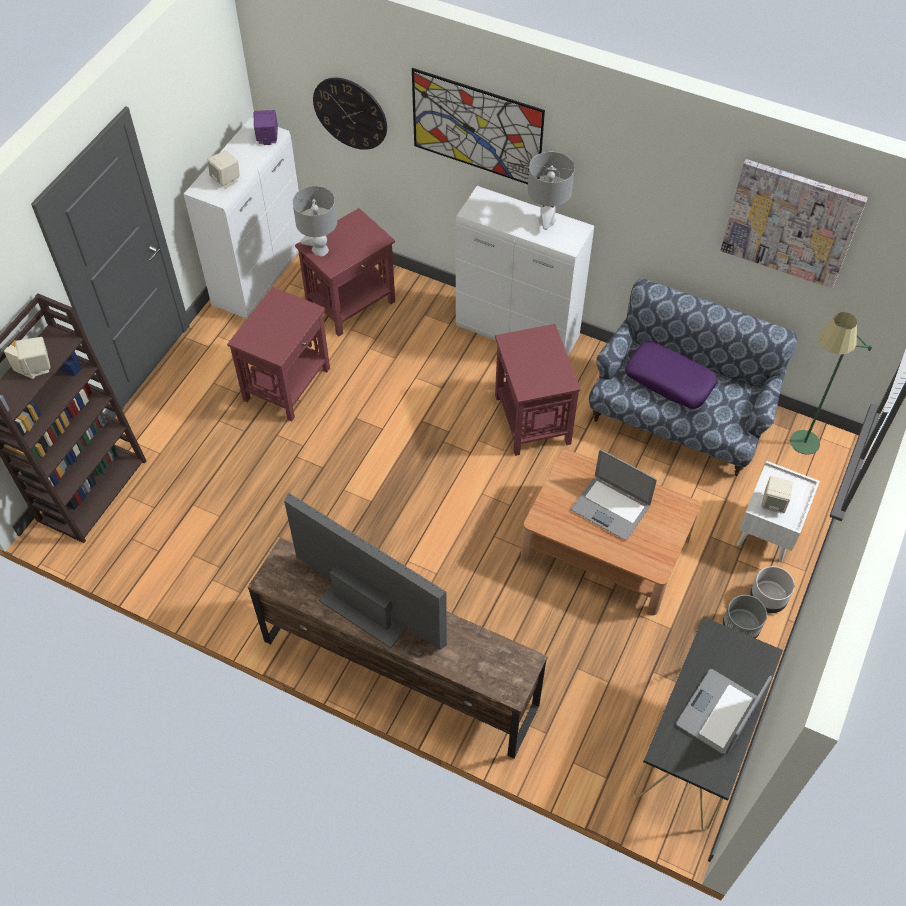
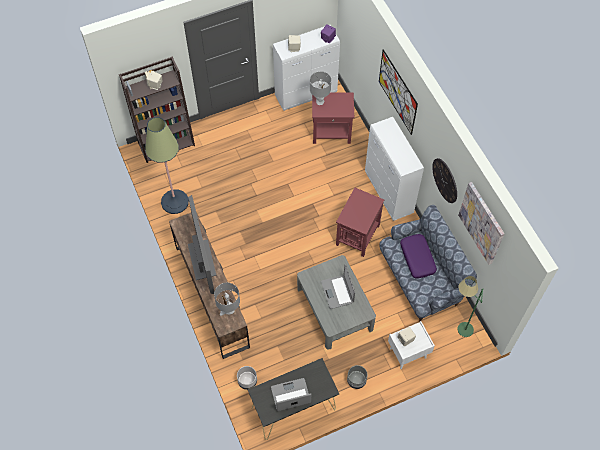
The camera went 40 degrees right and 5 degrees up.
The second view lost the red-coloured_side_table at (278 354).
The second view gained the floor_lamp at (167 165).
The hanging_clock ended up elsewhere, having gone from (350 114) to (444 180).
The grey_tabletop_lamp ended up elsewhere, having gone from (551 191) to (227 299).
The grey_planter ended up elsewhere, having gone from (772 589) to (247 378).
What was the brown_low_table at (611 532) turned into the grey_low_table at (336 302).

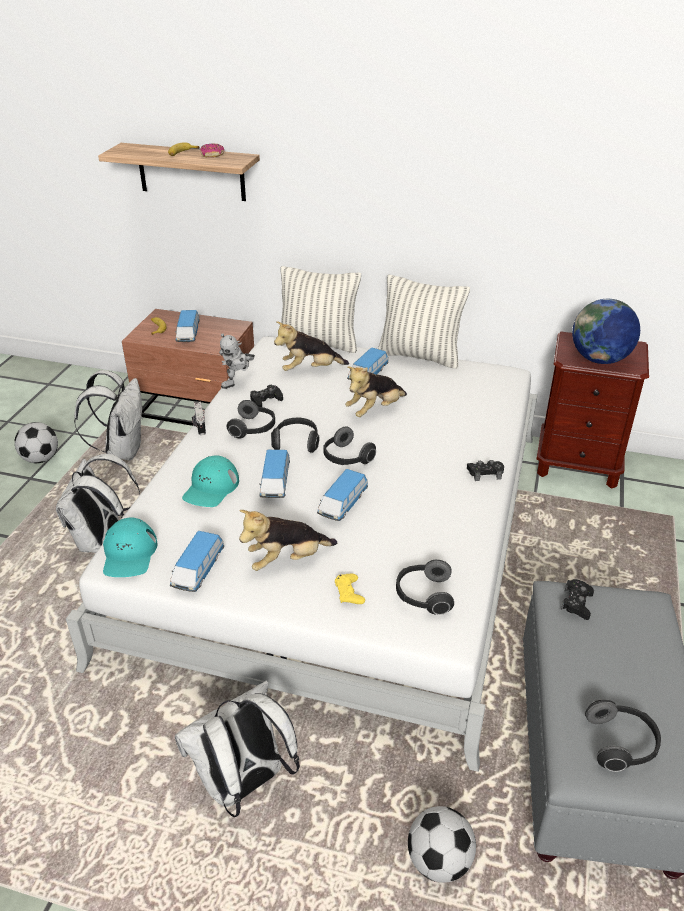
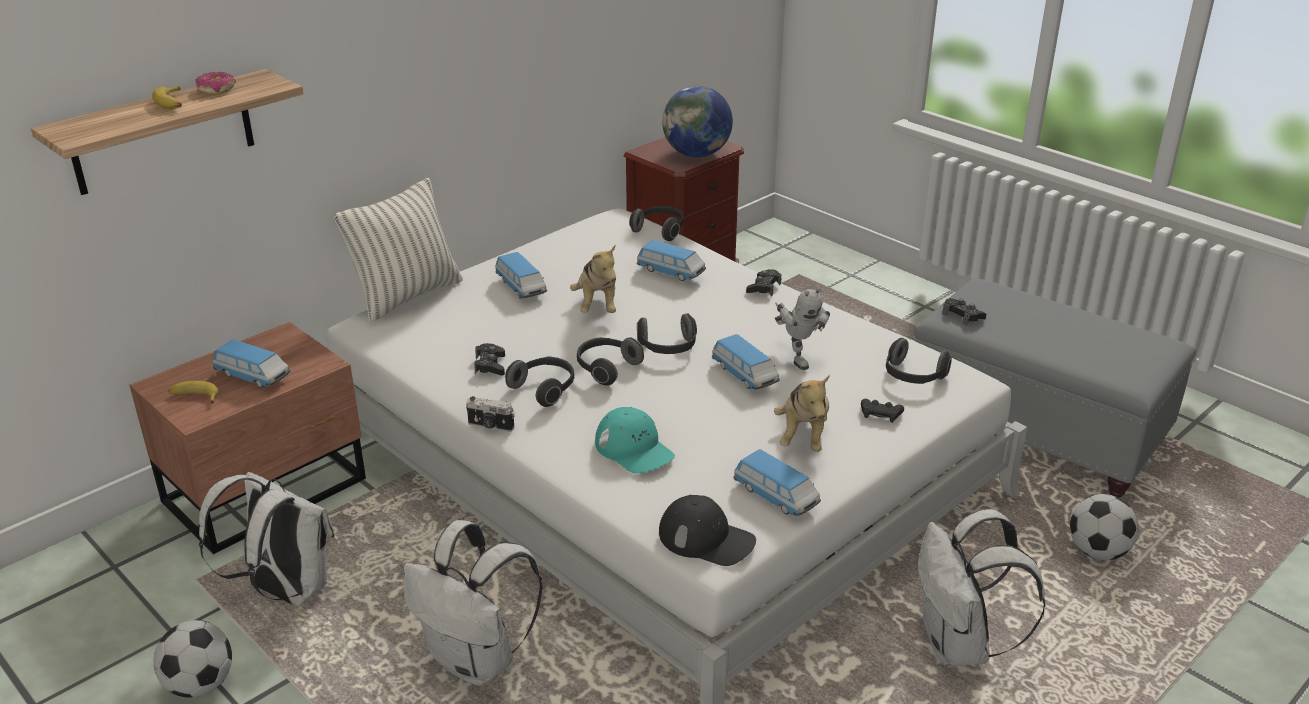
The camera went 60 degrees left and 5 degrees down.
The second view lost the cuddly_toy at (311 346).
The second view lost the cushion at (424 322).
The robot_figure ended up elsewhere, having gone from (237 361) to (802 328).
The miniature_car ended up elsewhere, having gone from (274 474) to (671 260).
The pair_of_headphones ended up elsewhere, having gone from (623 735) to (656 223).
What was the turquoise-coloured_peaked_cap at (130 547) turned into the blackish_peaked_cap at (707 530).
What was the yellow_joypad at (350 589) turned into the blackish_joypad at (882 411).

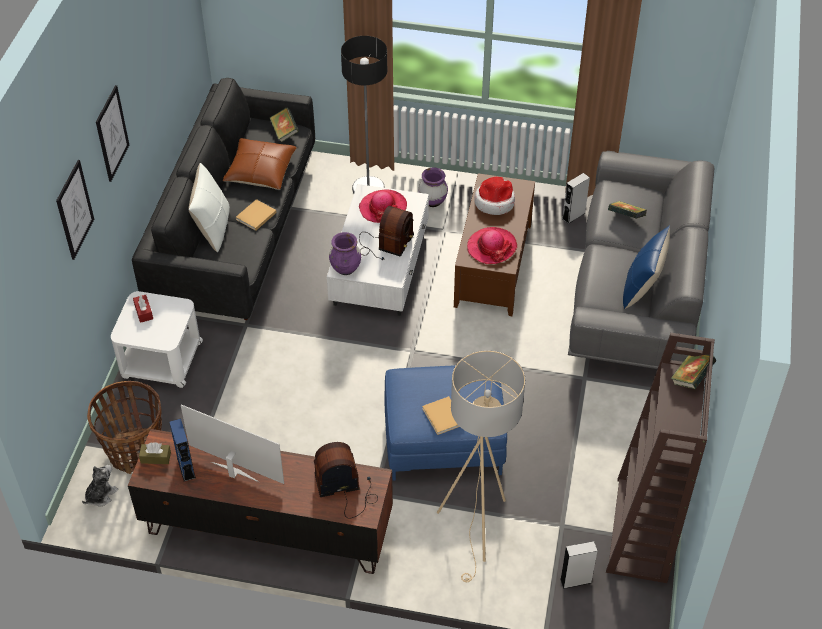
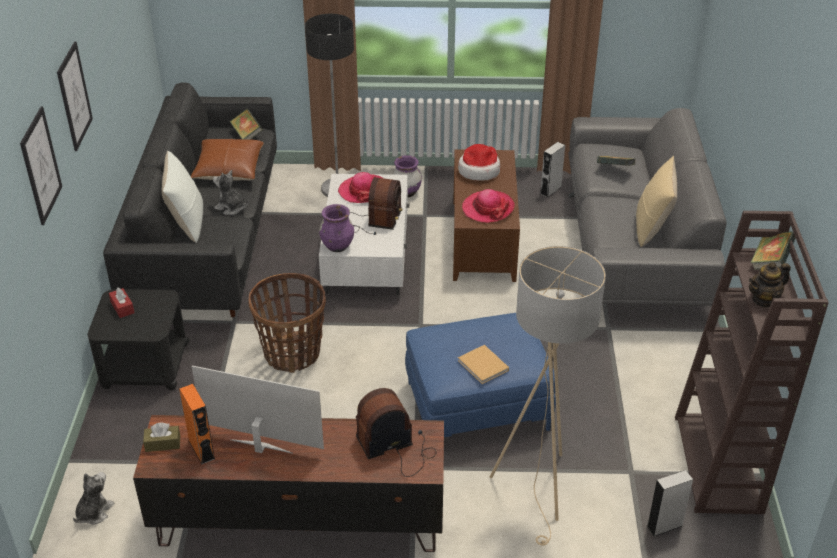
The camera went 10 degrees left and 10 degrees down.
The second view gained the tea_pot at (770 285).
The household_basket ended up elsewhere, having gone from (124 427) to (287 323).
Where the beige_book stood at (256 215), the cuddly_toy came to stand at (231 192).
What was the whitish_side_table at (157 339) turned into the blackish_side_table at (138 339).
What was the blue-coloured_audio_speaker at (182 449) turned into the orange-coloured_audio_speaker at (197 424).
What was the blue-coloured_cushion at (646 267) turned into the beige_cushion at (656 201).

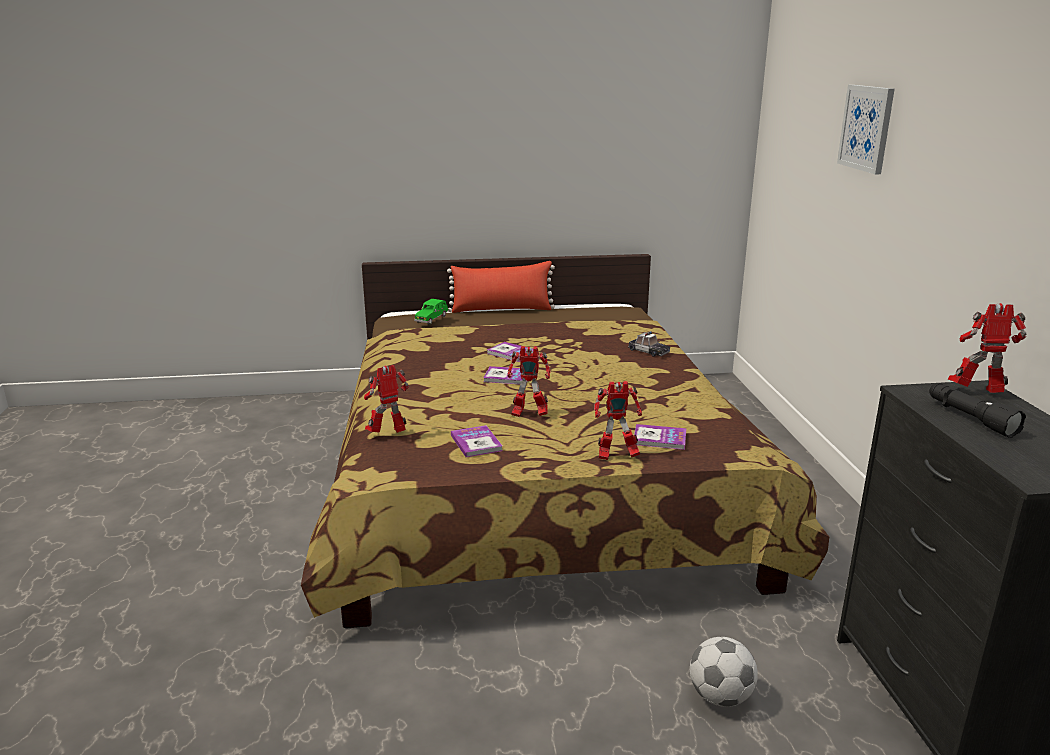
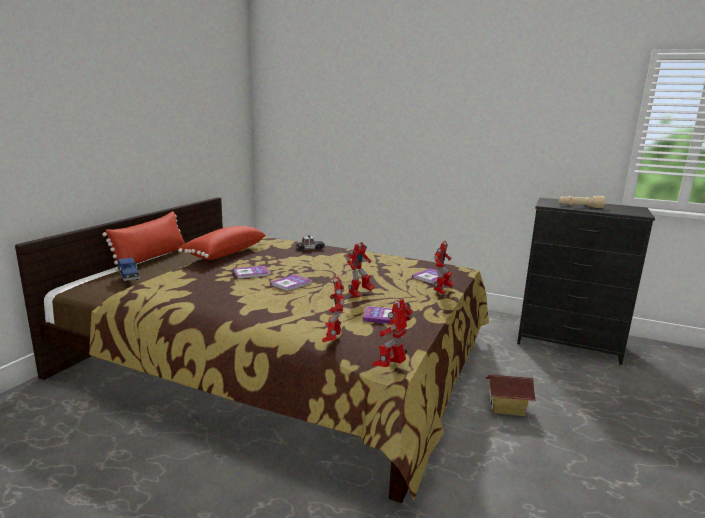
The camera went 60 degrees left and 5 degrees down.
The second view lost the ball_for_football at (724 672).
The second view lost the picture at (866 129).
The second view gained the red-coloured_cushion at (222 243).
The second view gained the miniature_house at (510 395).
The robot_figure ended up elsewhere, having gone from (987 348) to (392 333).
What was the green_miniature_car at (431 311) turned into the blue-coloured_miniature_car at (129 269).
What was the blackish_flashlight at (977 410) turned into the beige_flashlight at (582 202).

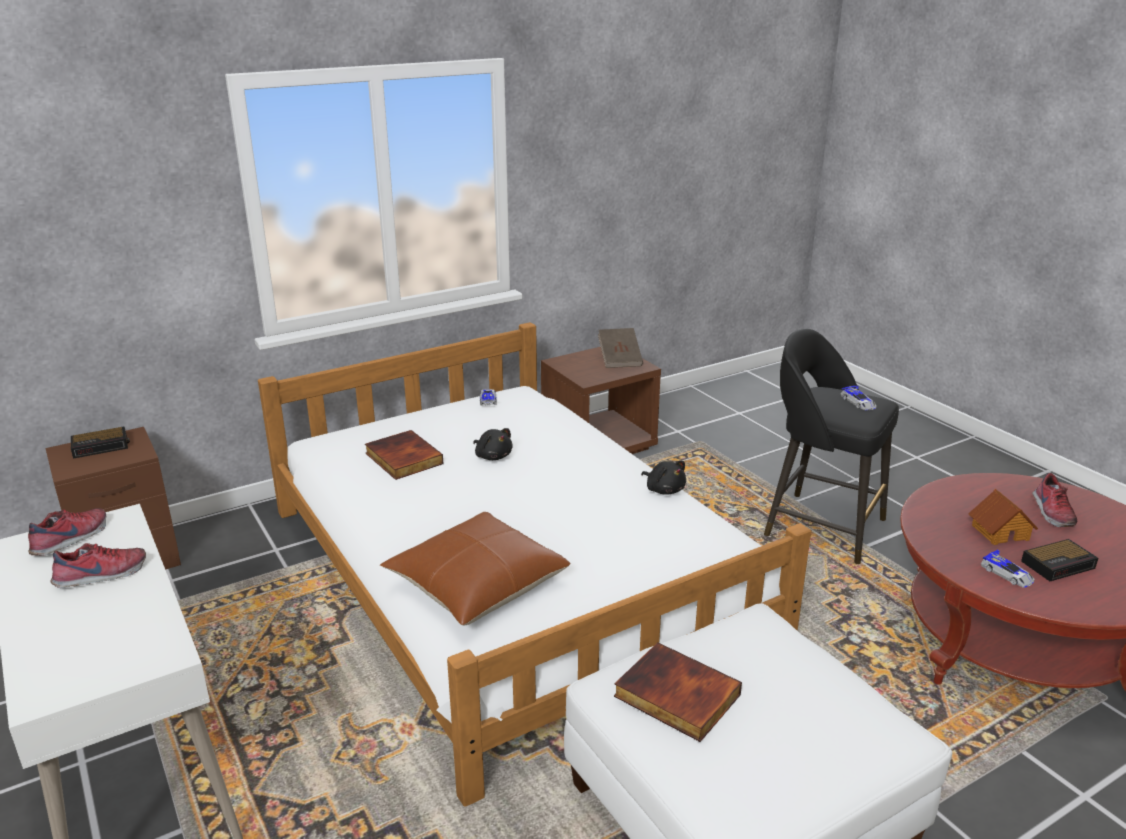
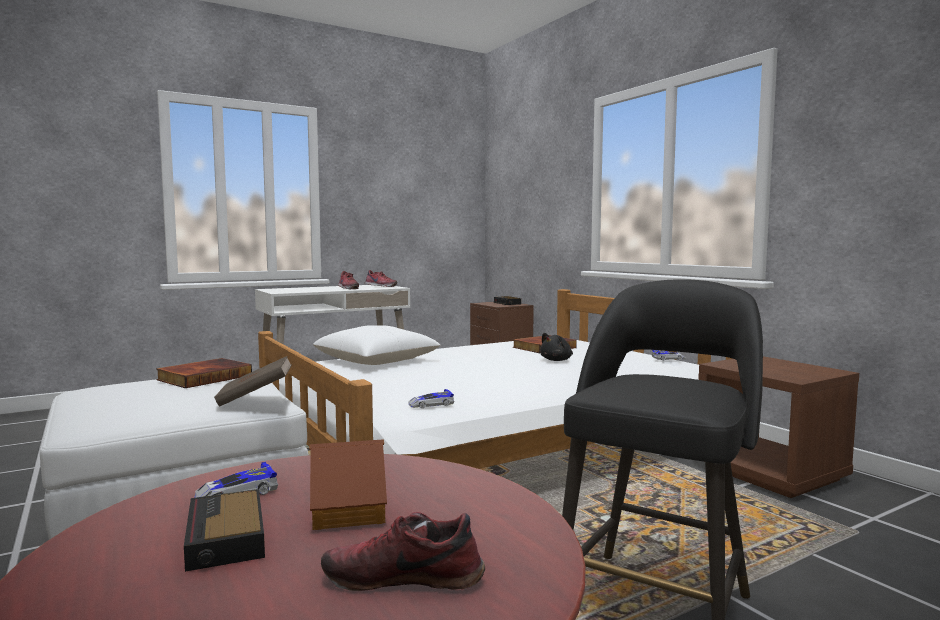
The camera went 90 degrees right and 20 degrees down.
The second view lost the blackish_cuddly_toy at (663 478).
The brown_book ended up elsewhere, having gone from (620 348) to (253 381).
The miniature_car ended up elsewhere, having gone from (859 398) to (431 398).
What was the brown_cushion at (475 568) turned into the whitish_cushion at (376 345).

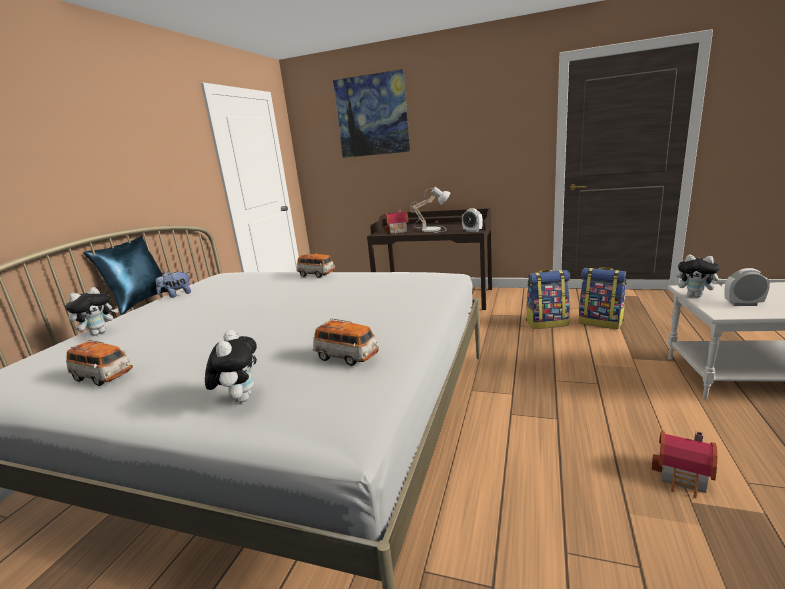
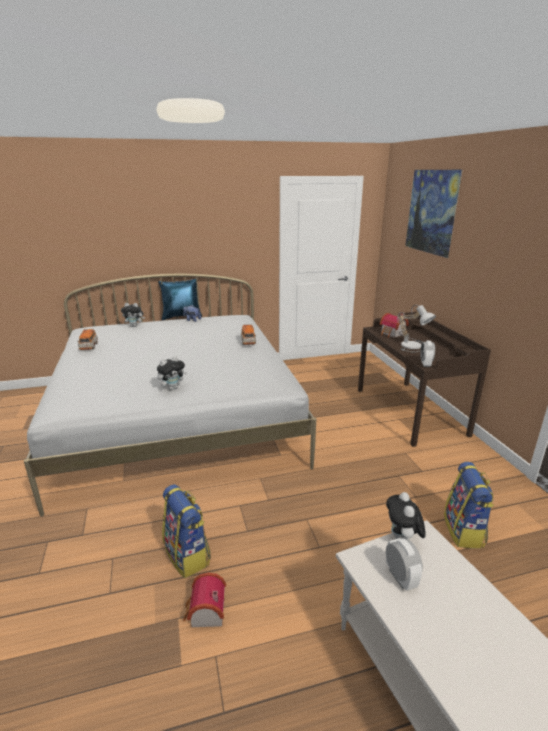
The camera went 55 degrees right and 5 degrees up.
The second view lost the miniature_car at (346 342).
The cuddly_toy ended up elsewhere, having gone from (231 366) to (172 373).
The rucksack ended up elsewhere, having gone from (548 299) to (186 531).

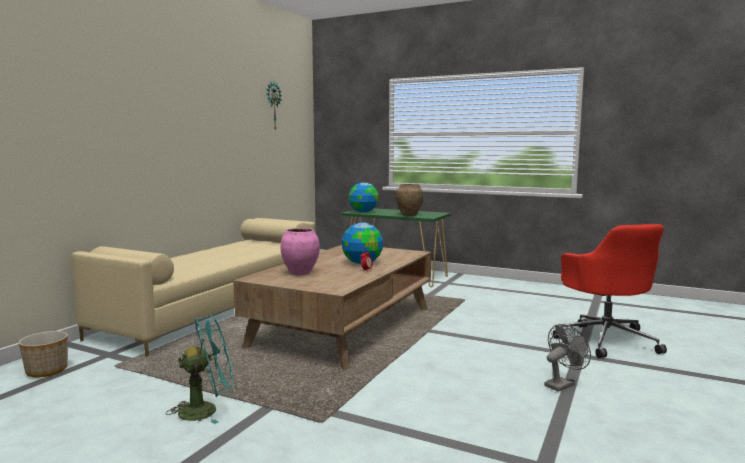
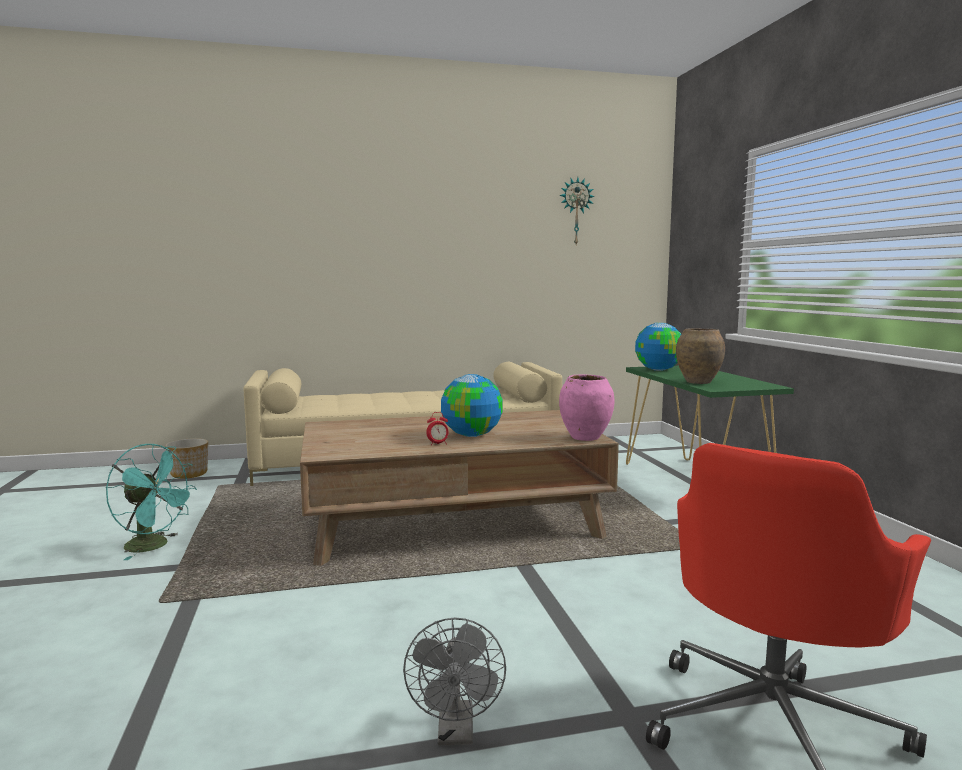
The camera went 50 degrees right and 0 degrees up.
The pinkish_vase ended up elsewhere, having gone from (300 251) to (587 408).
The grey_electric_fan at (567 358) ended up facing another way, 75 degrees clockwise from before.

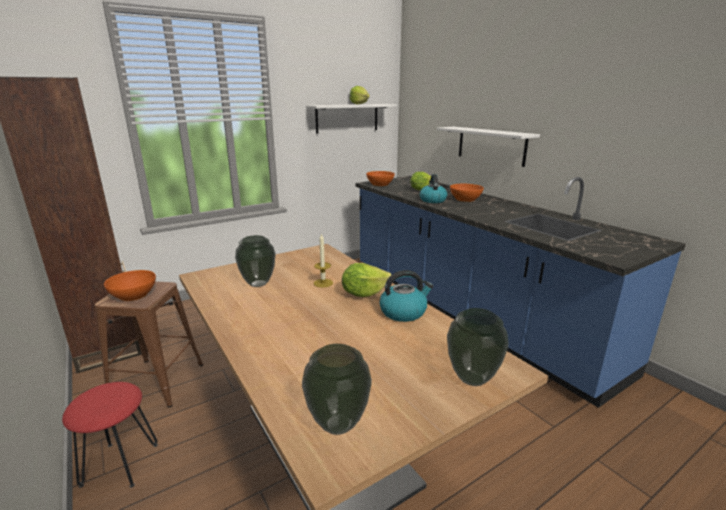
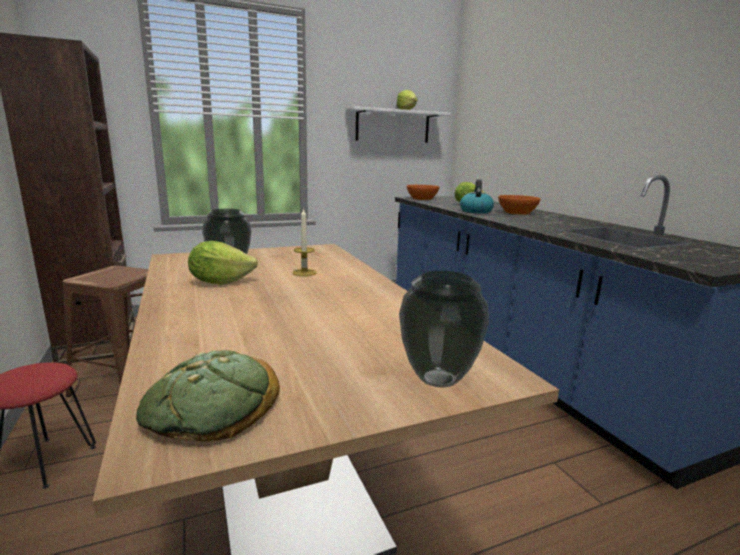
The camera went 10 degrees right and 5 degrees down.
The second view lost the orange-coloured_bowl at (130 285).
The second view lost the water_kettle at (406 296).
The second view lost the whitish_wall_shelf at (488 147).
The lettuce ended up elsewhere, having gone from (366 280) to (223 263).
Where the vase stood at (337 389), the bread came to stand at (208 396).

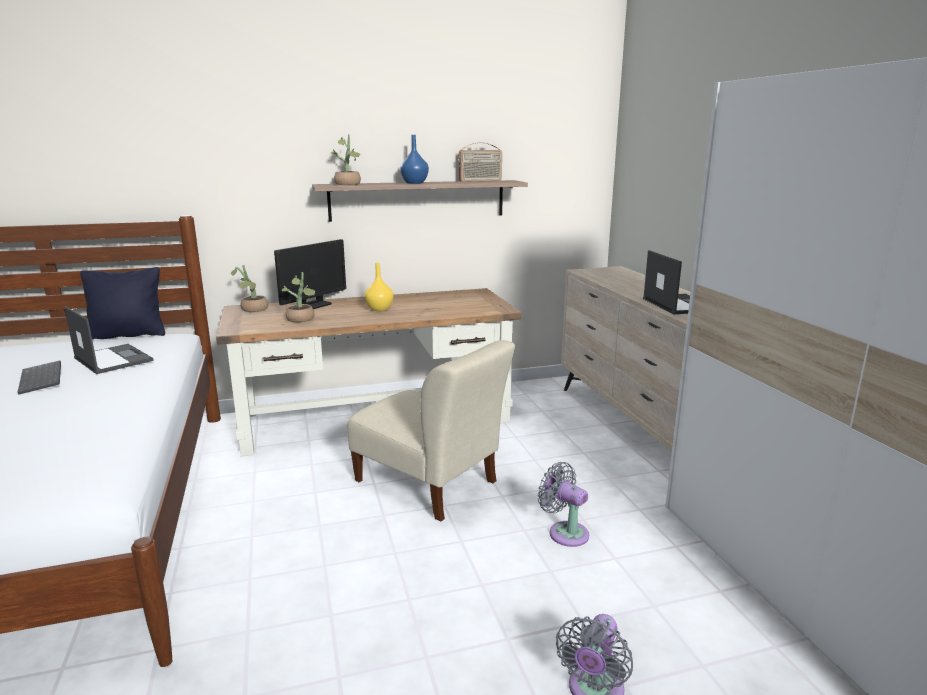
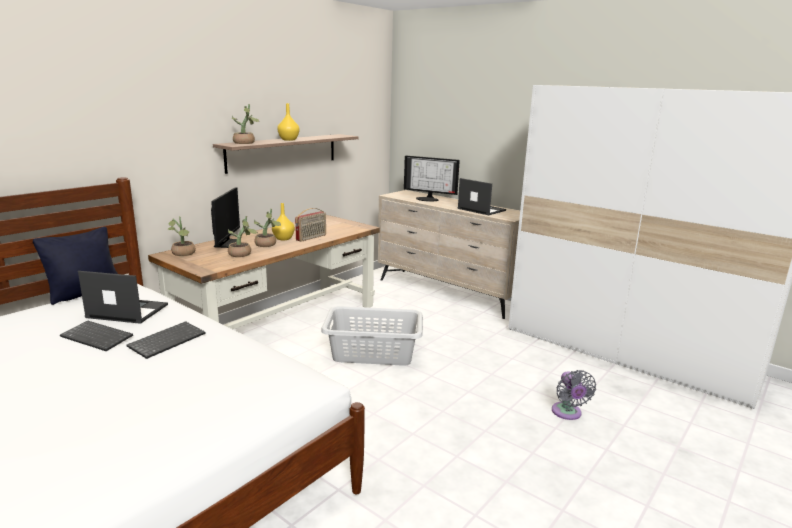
The camera went 35 degrees left and 0 degrees up.
The second view lost the grey_electric_fan at (563 504).
The second view gained the computer_keyboard at (166 340).
The second view gained the plant_in_a_pot at (268 228).
The second view gained the computer_display at (432 179).
The radio ended up elsewhere, having gone from (480 162) to (310 225).
Where the beige_upright_chair stood at (431 430), the grey_washing_basket came to stand at (372 336).
What was the blue-coloured_vase at (414 159) turned into the yellow_vase at (288 122).

